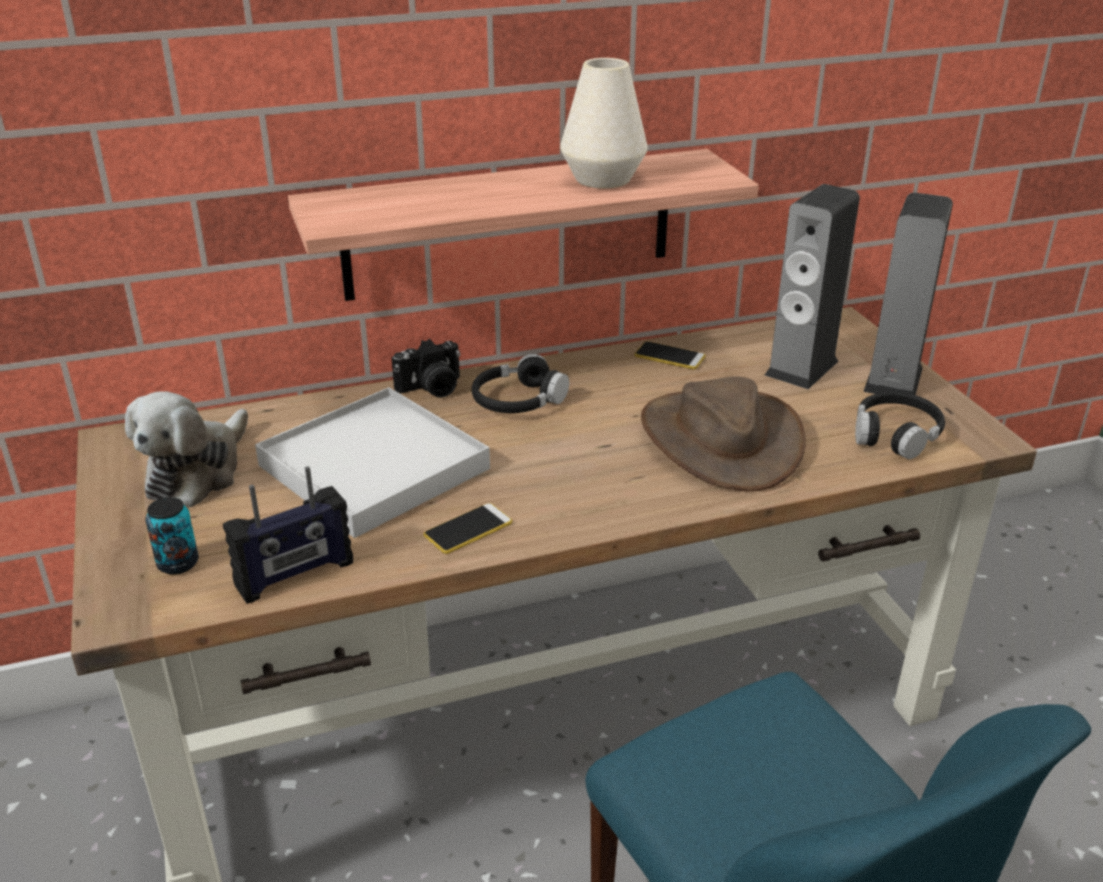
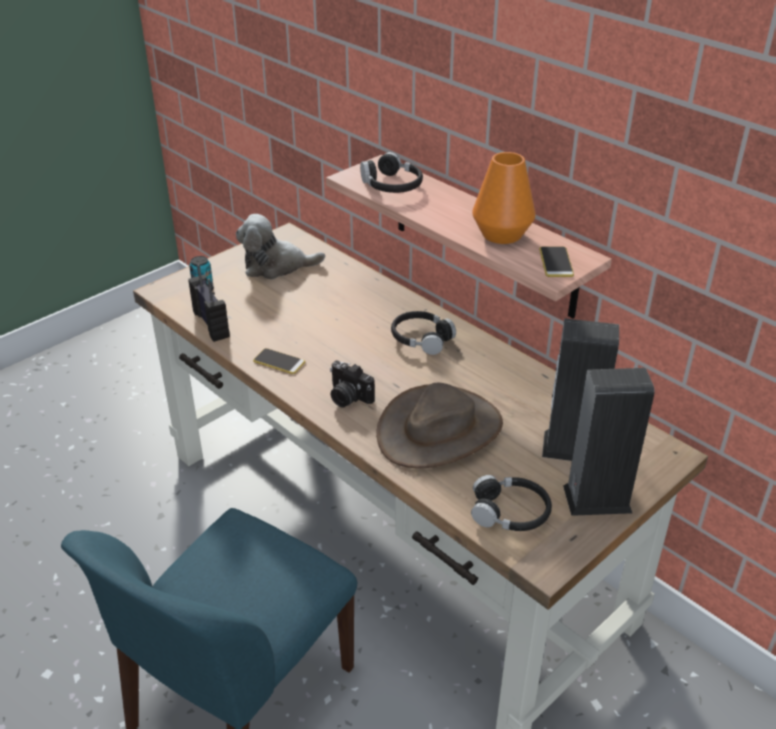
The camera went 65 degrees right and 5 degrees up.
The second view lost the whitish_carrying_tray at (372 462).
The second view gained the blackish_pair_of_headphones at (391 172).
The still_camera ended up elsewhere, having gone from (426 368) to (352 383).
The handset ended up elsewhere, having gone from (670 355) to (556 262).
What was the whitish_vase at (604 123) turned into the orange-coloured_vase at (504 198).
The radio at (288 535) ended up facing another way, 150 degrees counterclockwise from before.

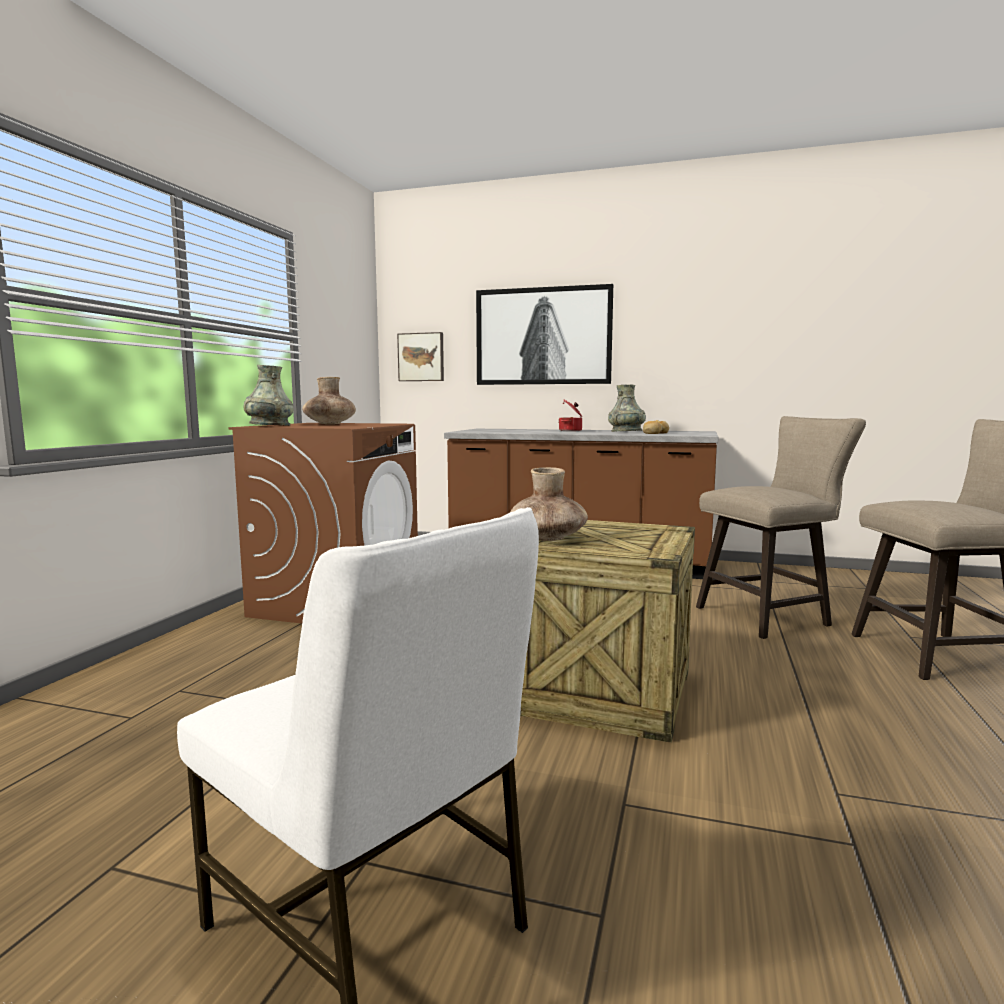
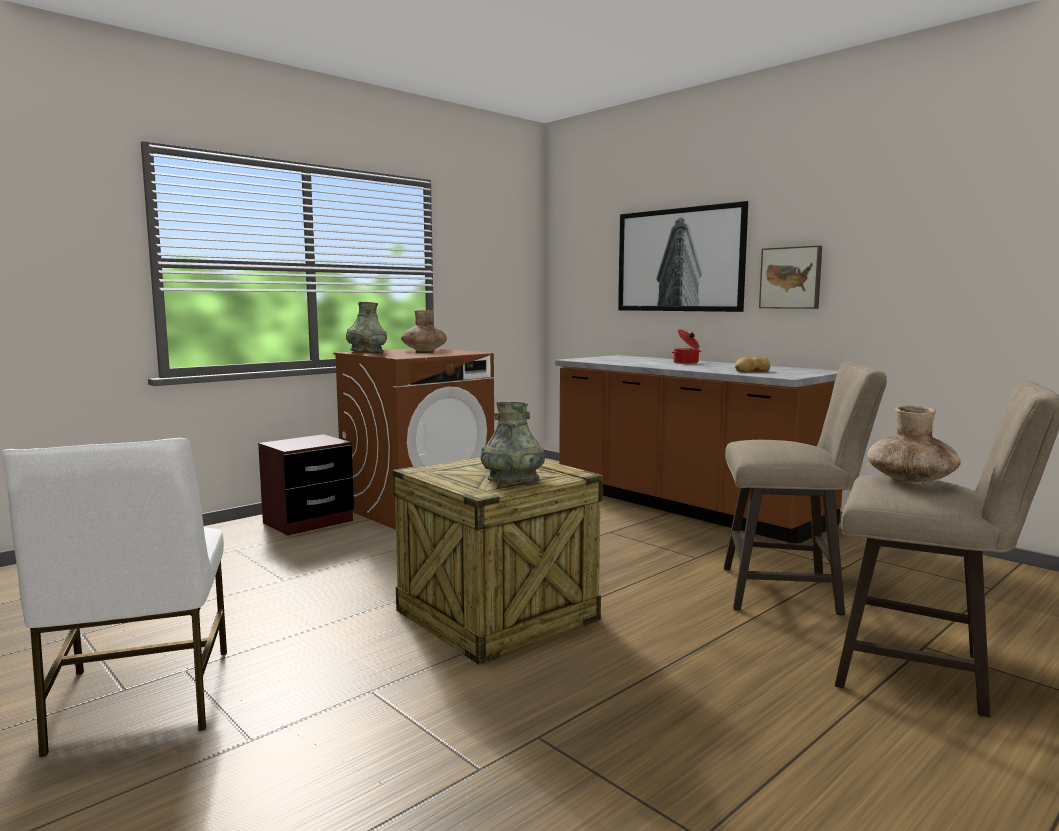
The camera went 30 degrees right and 0 degrees up.
The second view gained the brown_night_table at (306 485).
The picture ended up elsewhere, having gone from (420 356) to (790 277).
The brown_vase ended up elsewhere, having gone from (549 504) to (914 445).
The grey_vase ended up elsewhere, having gone from (627 408) to (512 442).

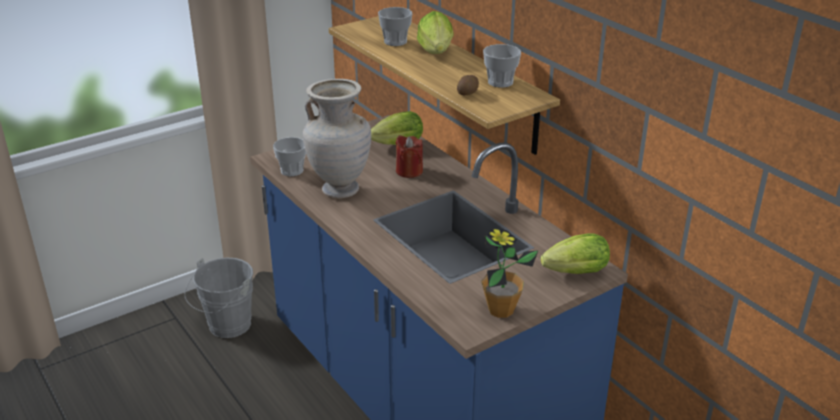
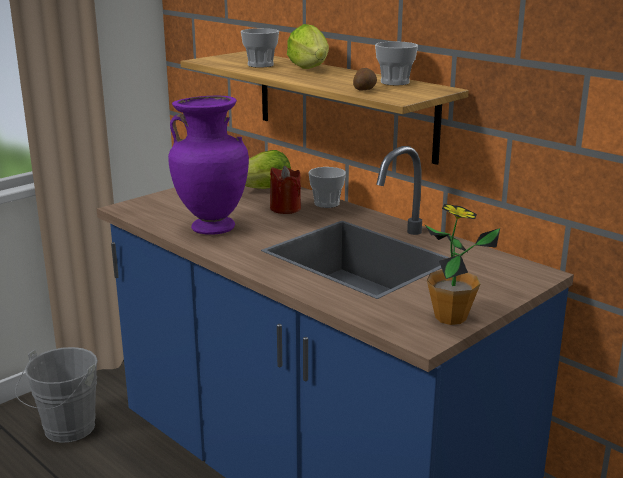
The camera went 10 degrees left and 10 degrees down.
The second view lost the lettuce at (575 253).
The cup ended up elsewhere, having gone from (289 157) to (327 187).
What was the beige_vase at (337 138) turned into the purple-coloured_vase at (208 165).

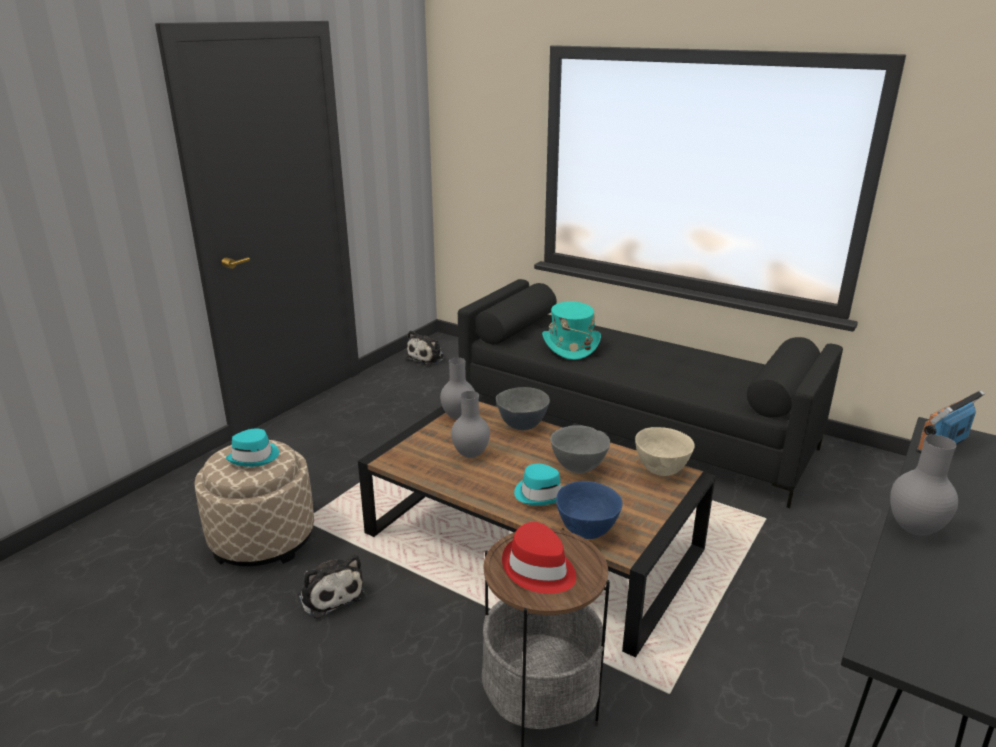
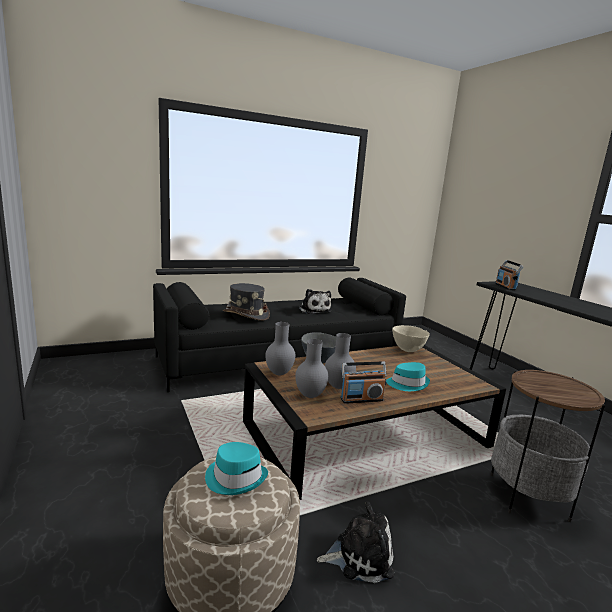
The camera went 60 degrees left and 10 degrees down.
The second view lost the red-coloured_wearable_hat at (539 558).
The second view lost the grey_bowl at (580 449).
The second view lost the blue-coloured_bowl at (589 510).
The second view gained the radio at (363 383).
The cuddly_toy ended up elsewhere, having gone from (425 347) to (315 301).
The grey_vase ended up elsewhere, having gone from (924 485) to (312 368).
What was the turquoise-coloured_wearable_hat at (571 330) turned into the grey_wearable_hat at (246 302).

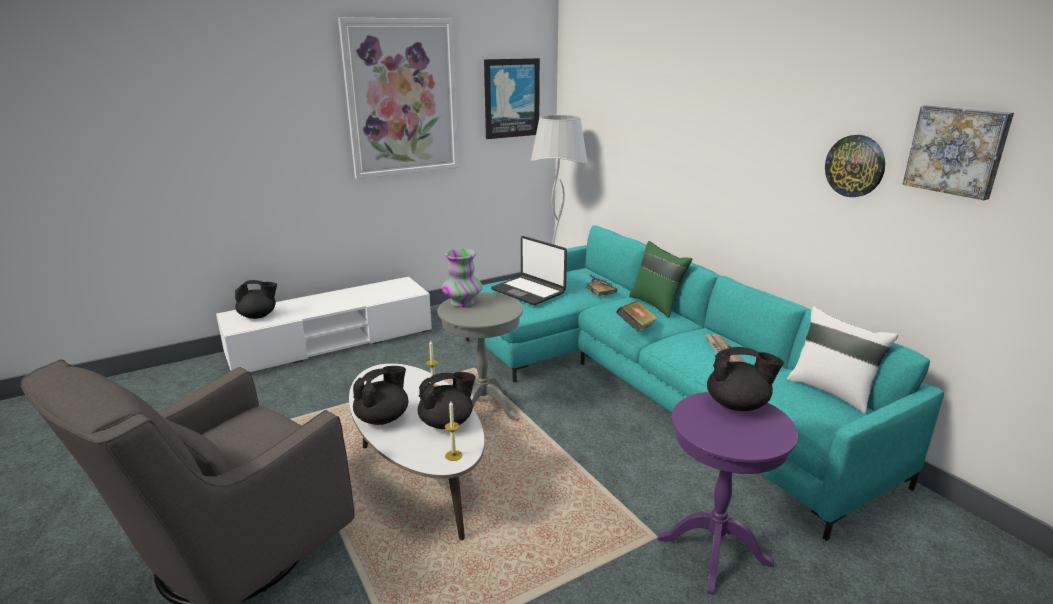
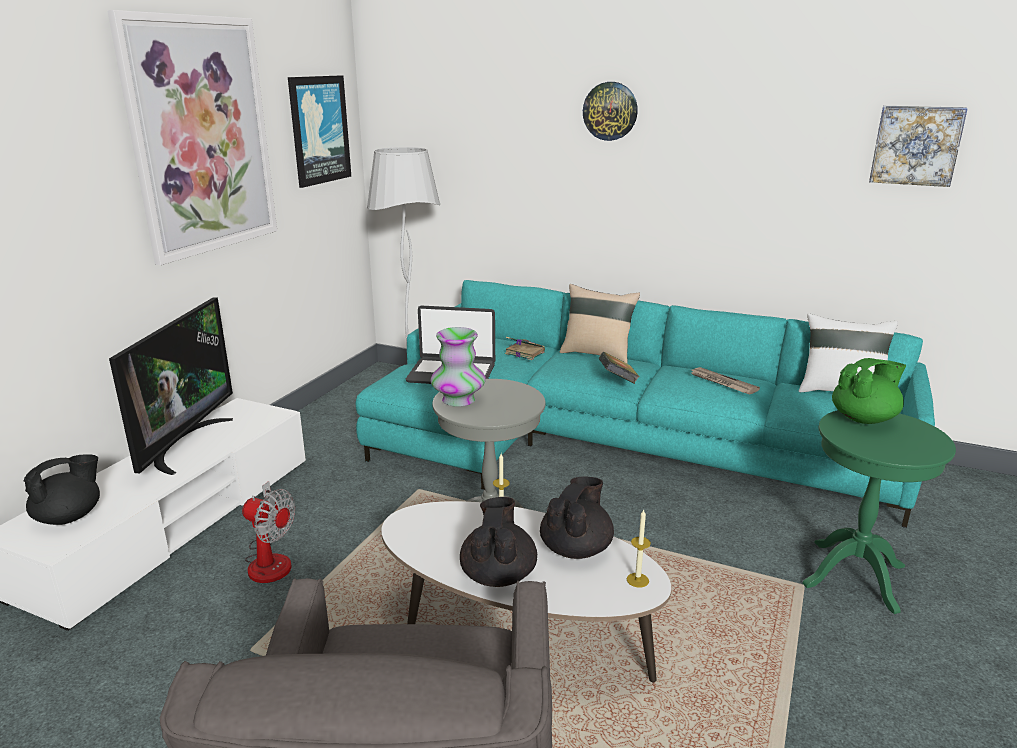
The camera went 35 degrees left and 0 degrees up.
The second view gained the television at (171 386).
The second view gained the electric_fan at (269 532).
The hanging_clock ended up elsewhere, having gone from (855 166) to (610 111).
What was the green_cushion at (660 279) turned into the beige_cushion at (600 323).
What was the purple-coloured_side_table at (728 493) turned into the green_side_table at (879 512).
What was the blackish_tea_pot at (745 379) turned into the green_tea_pot at (869 391).

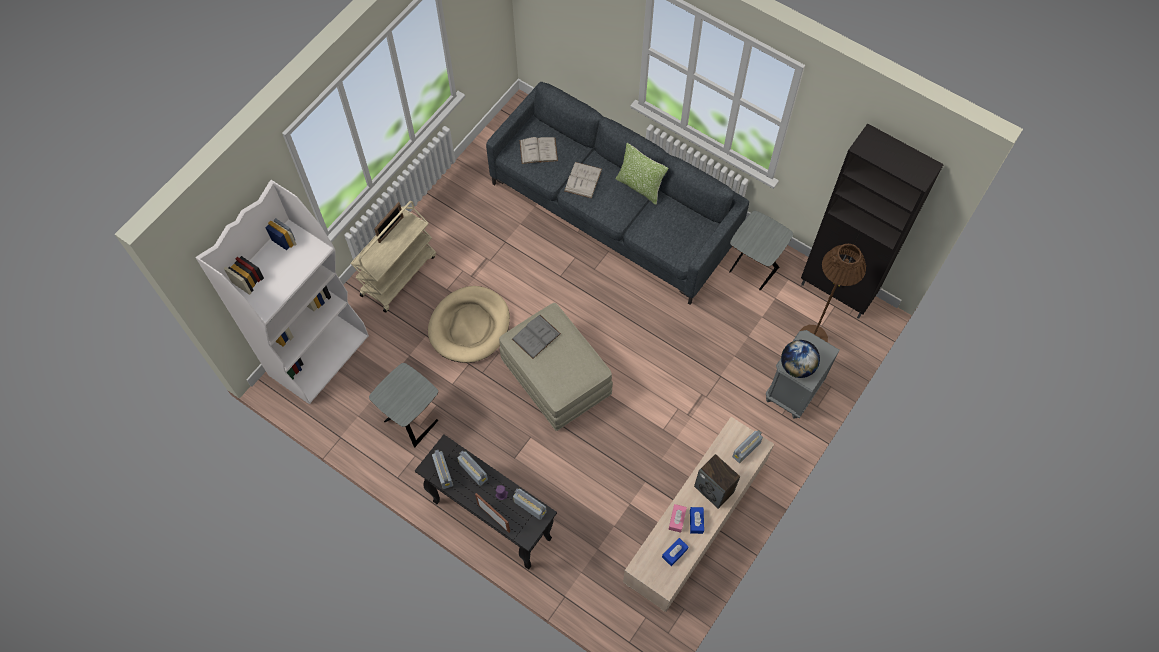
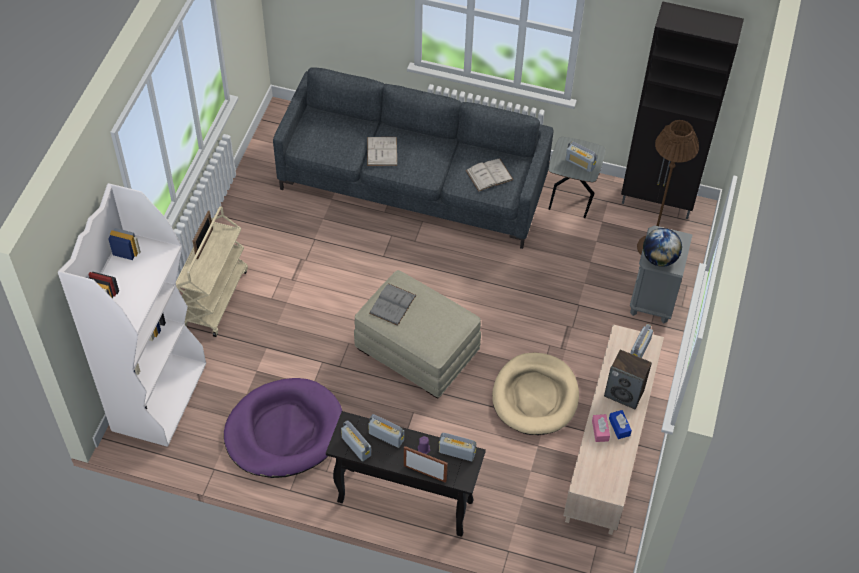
The camera went 20 degrees left and 10 degrees down.
The second view lost the cushion at (642 174).
The second view lost the blue-coloured_tissue_holder at (675 552).
The second view gained the radio at (581 156).
The beige_pet_bed ended up elsewhere, having gone from (469 324) to (535 393).
The whitish_book ended up elsewhere, having gone from (539 150) to (489 175).
Where the grey_side_table stood at (403 405), the purple-coloured_pet_bed came to stand at (283 428).

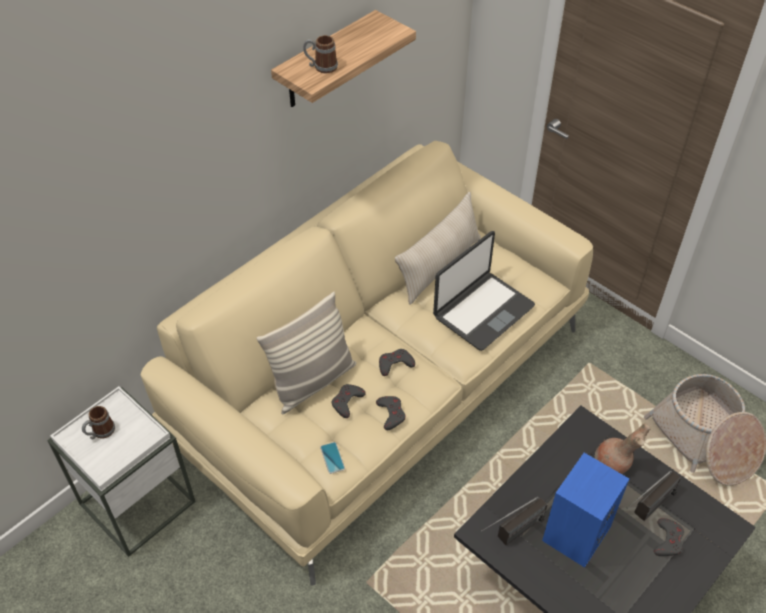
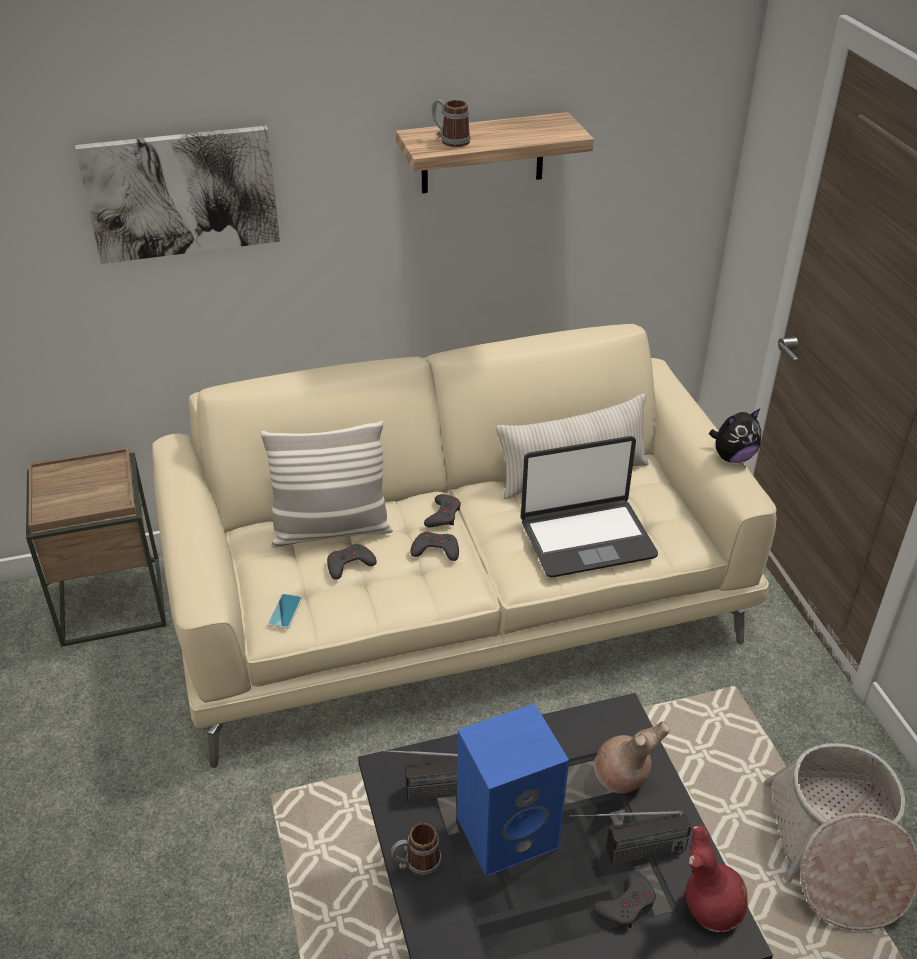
The camera went 30 degrees right and 10 degrees down.
The second view gained the picture at (177 195).
The second view gained the red-coloured_vase at (716 878).
The second view gained the cuddly_toy at (735 436).
The tea_mug ended up elsewhere, having gone from (98 423) to (416 850).
The grey_joypad ended up elsewhere, having gone from (391 413) to (442 510).
What was the whitish_side_table at (121 471) turned into the brown_side_table at (96 547).

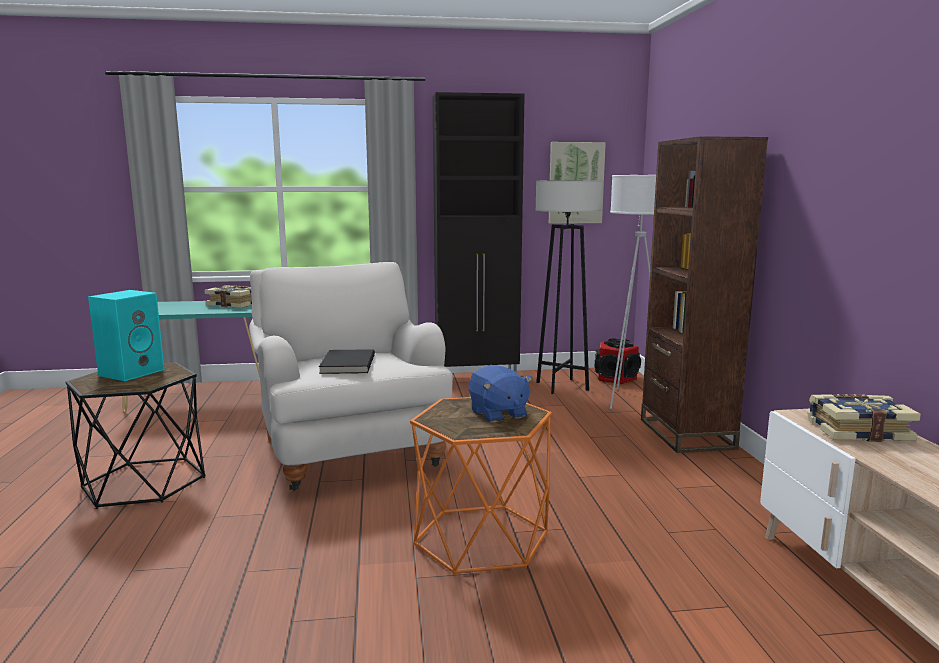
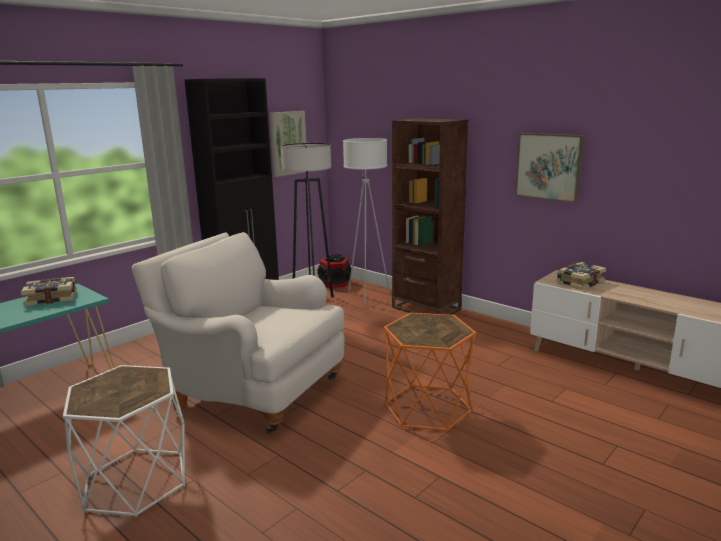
The camera went 40 degrees left and 5 degrees up.
The second view lost the turquoise-coloured_audio_speaker at (126 335).
The second view lost the blackish_book at (347 361).
The second view lost the blue-coloured_cuddly_toy at (500 394).
The second view gained the picture at (549 168).
What was the blackish_side_table at (135 435) turned into the whitish_side_table at (124 441).

